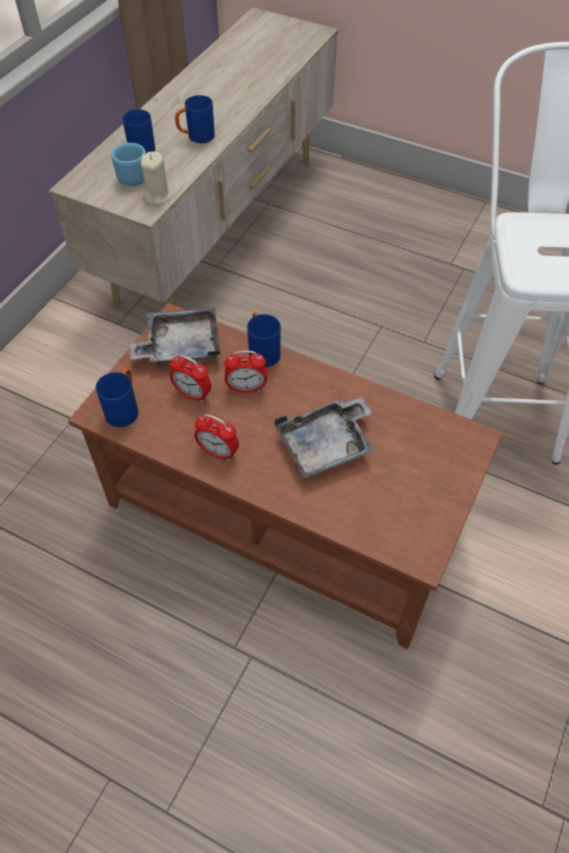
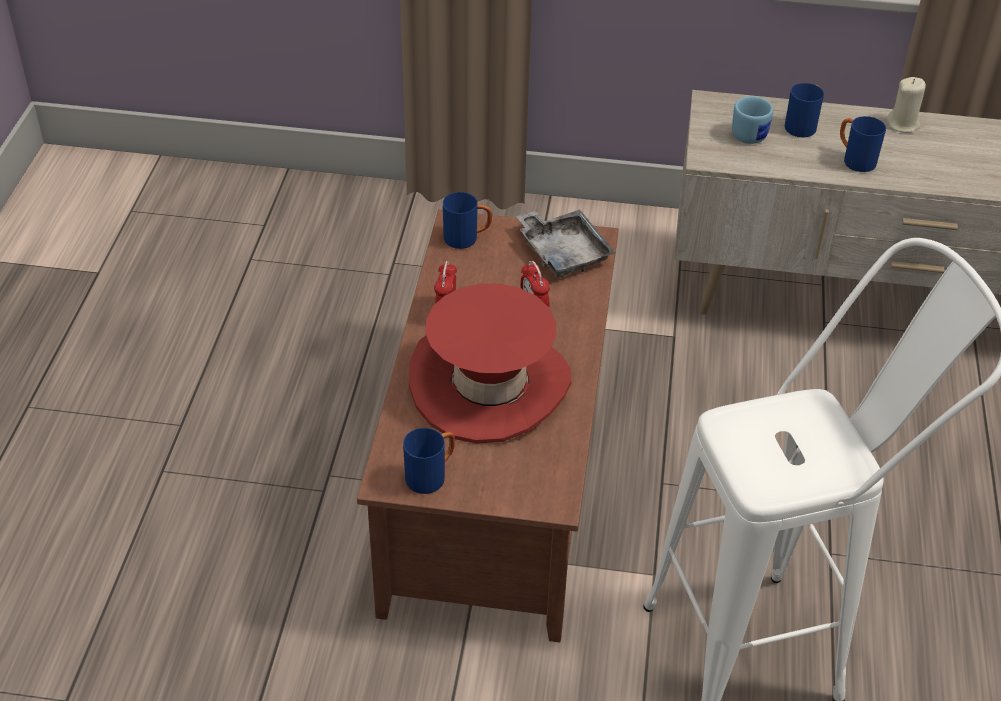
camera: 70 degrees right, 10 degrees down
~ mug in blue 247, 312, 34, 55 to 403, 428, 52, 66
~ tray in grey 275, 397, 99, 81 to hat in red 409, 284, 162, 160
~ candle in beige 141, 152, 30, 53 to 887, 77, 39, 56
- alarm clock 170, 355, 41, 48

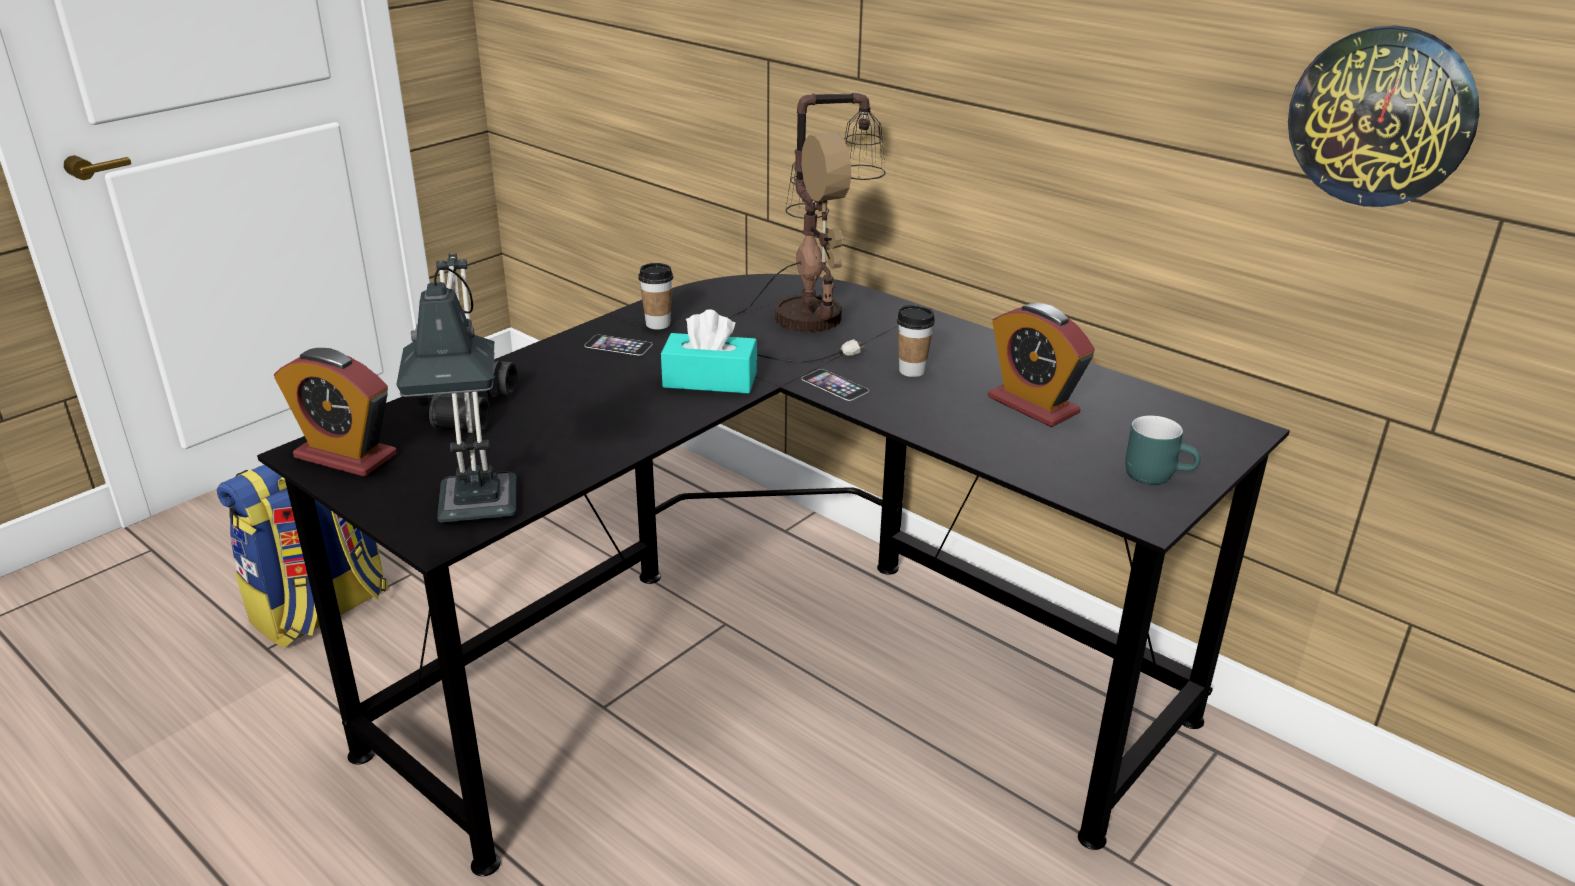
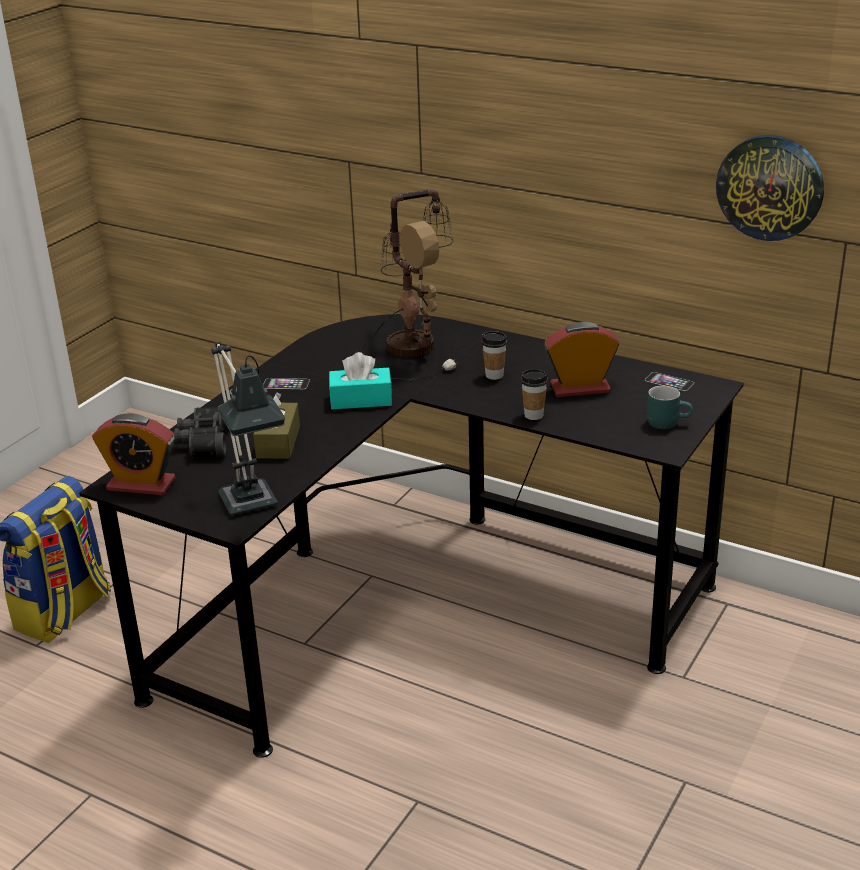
camera: 10 degrees left, 0 degrees up
+ tissue box in brown 253, 393, 47, 66
~ cup 638, 263, 36, 67 to 521, 369, 27, 51
~ alarm clock 988, 303, 107, 124 = 544, 322, 75, 75 135 degrees clockwise
~ phone 801, 369, 68, 32 to 645, 372, 49, 19

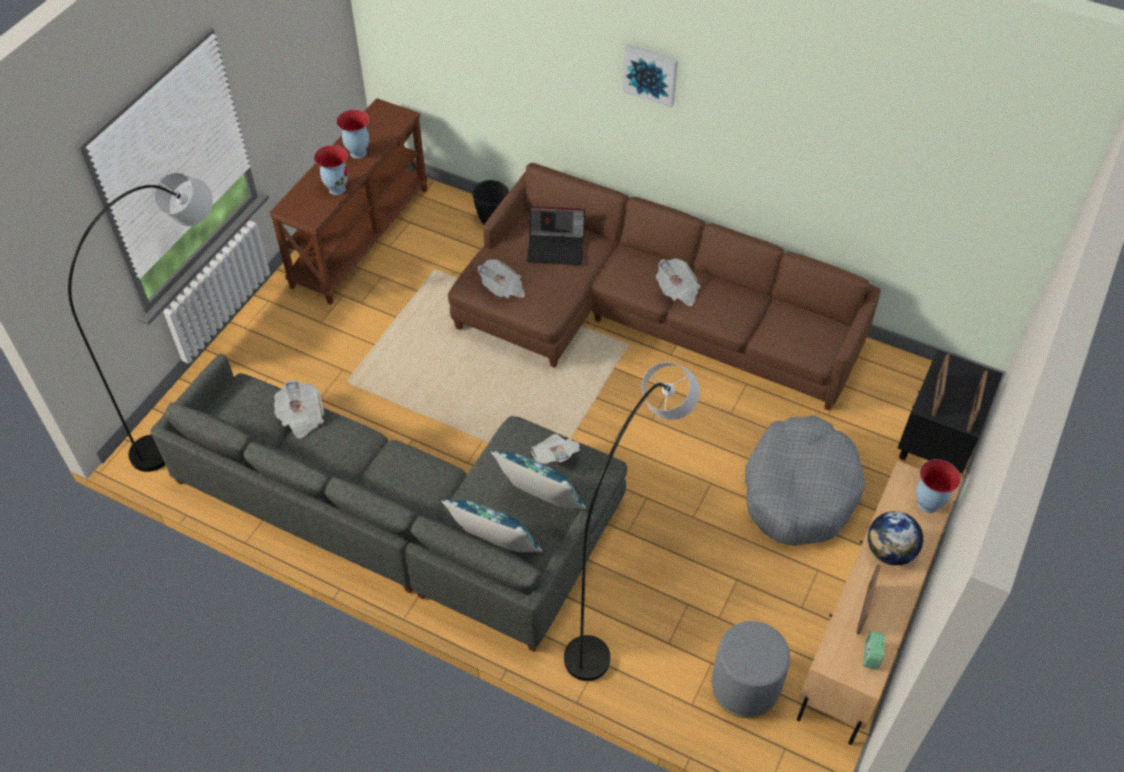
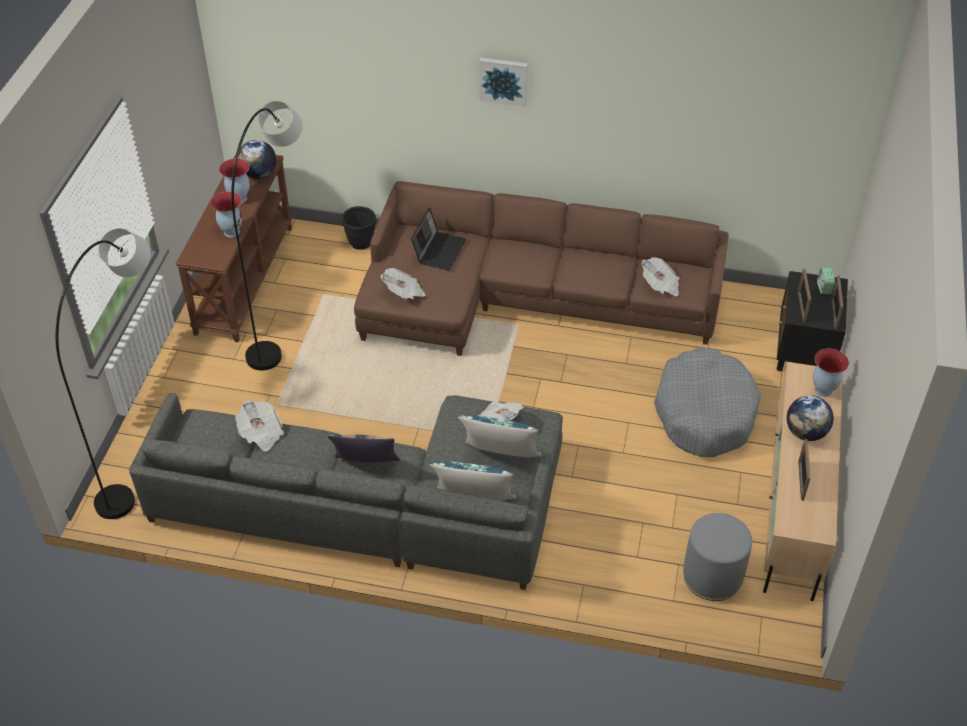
camera: 15 degrees left, 5 degrees down
~ floor lamp in grey 564, 362, 136, 319 to 231, 101, 72, 270
+ globe 238, 140, 38, 39
+ pillow 328, 435, 72, 28
~ laptop 527, 206, 58, 59 = 411, 208, 56, 63 60 degrees counterclockwise
~ newspaper 656, 258, 45, 48 to 642, 257, 37, 39
~ alarm clock 863, 631, 22, 38 to 817, 268, 18, 26

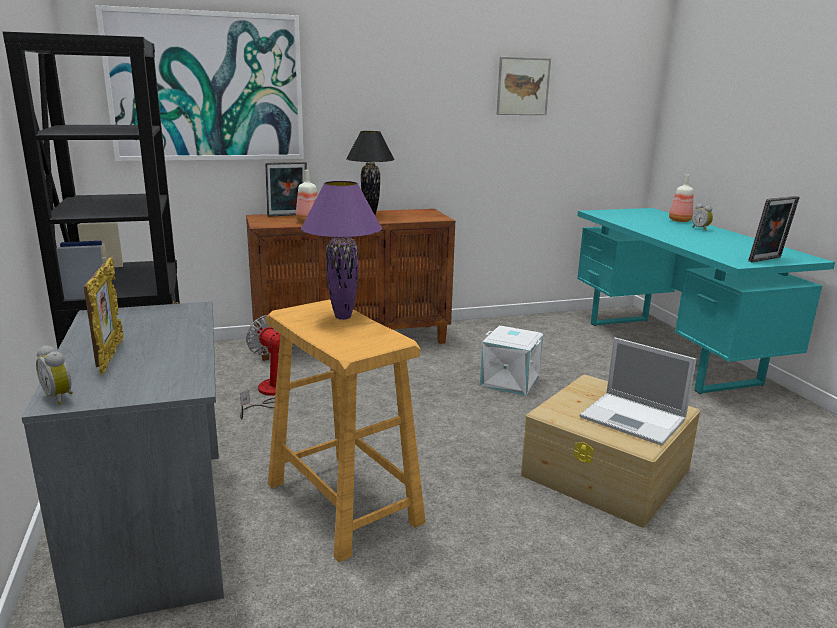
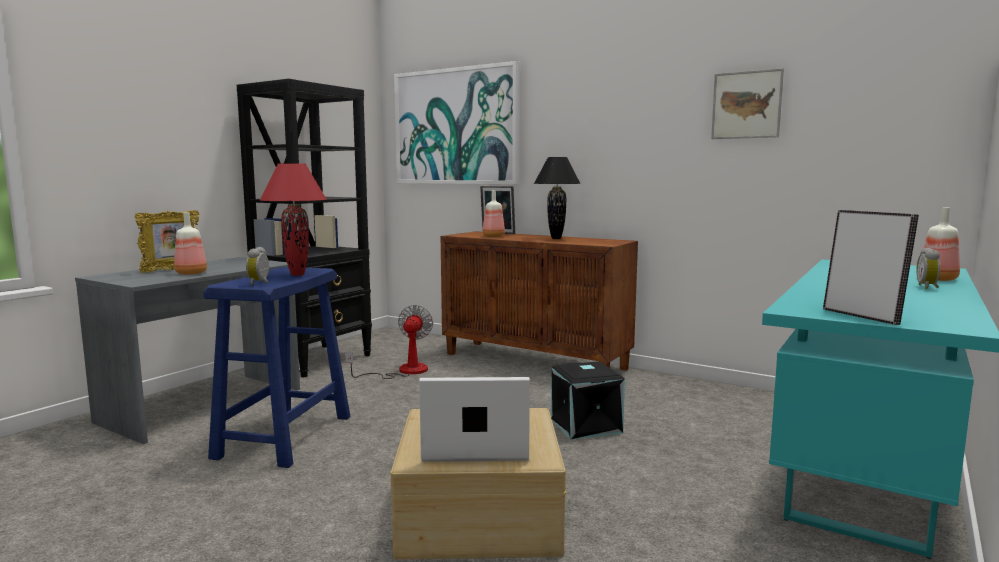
camera: 50 degrees right, 10 degrees down
+ bottle 174, 213, 33, 62
~ stool in beige 266, 300, 160, 262 to stool in blue 203, 267, 148, 201
~ alarm clock 36, 345, 37, 60 to 246, 247, 23, 38
~ table lamp in purple 301, 181, 81, 139 to table lamp in red 260, 163, 67, 113
~ laptop 580, 337, 116, 109 = 419, 377, 111, 85 90 degrees clockwise
~ storage box in white 480, 326, 63, 70 to storage box in black 551, 361, 74, 78
~ picture frame 748, 196, 52, 66 = 823, 210, 96, 115 135 degrees counterclockwise

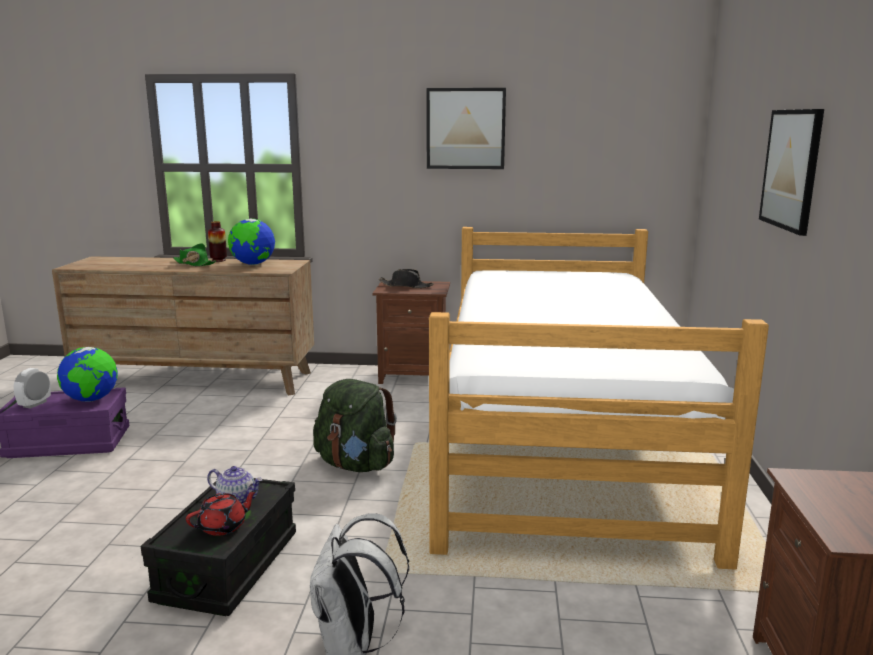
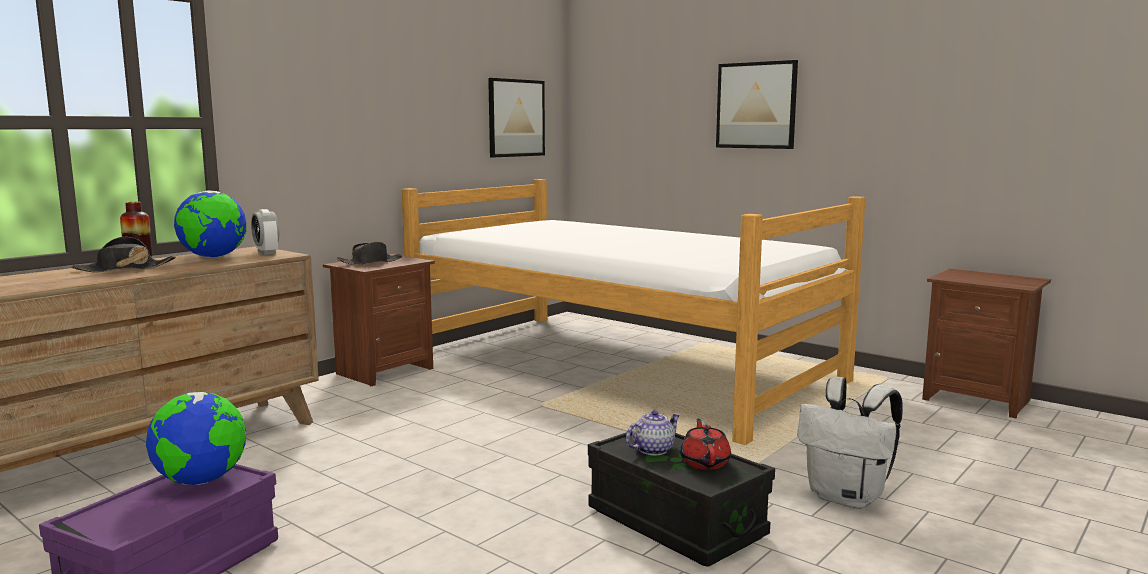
camera: 55 degrees left, 5 degrees down
~ hat in green 174, 243, 42, 24 to hat in black 71, 237, 105, 35
~ alarm clock 14, 368, 37, 41 to 251, 209, 29, 46
~ picture 426, 88, 80, 81 to 488, 78, 57, 79
- backpack in green 313, 379, 84, 93

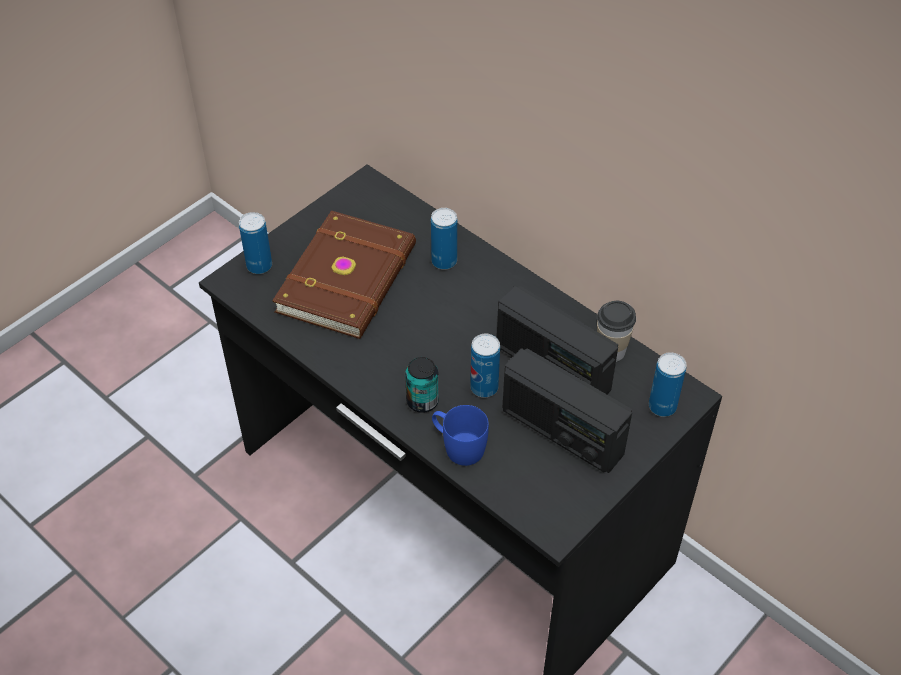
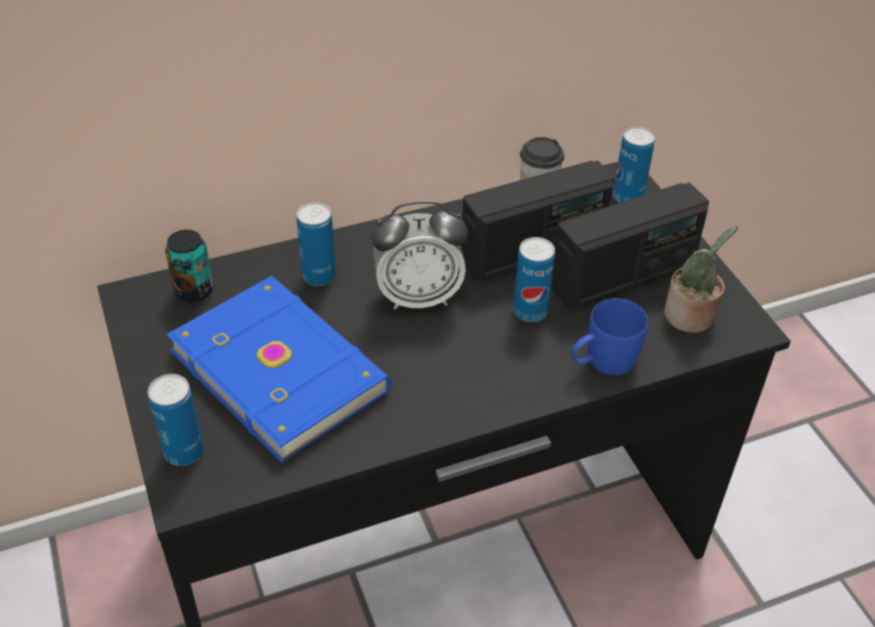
camera: 65 degrees left, 5 degrees down
~ can 405, 357, 34, 56 to 165, 230, 48, 72
~ book in brown 272, 210, 144, 129 to book in blue 166, 276, 225, 187
+ alarm clock 371, 201, 96, 109
+ potted plant 664, 225, 74, 108

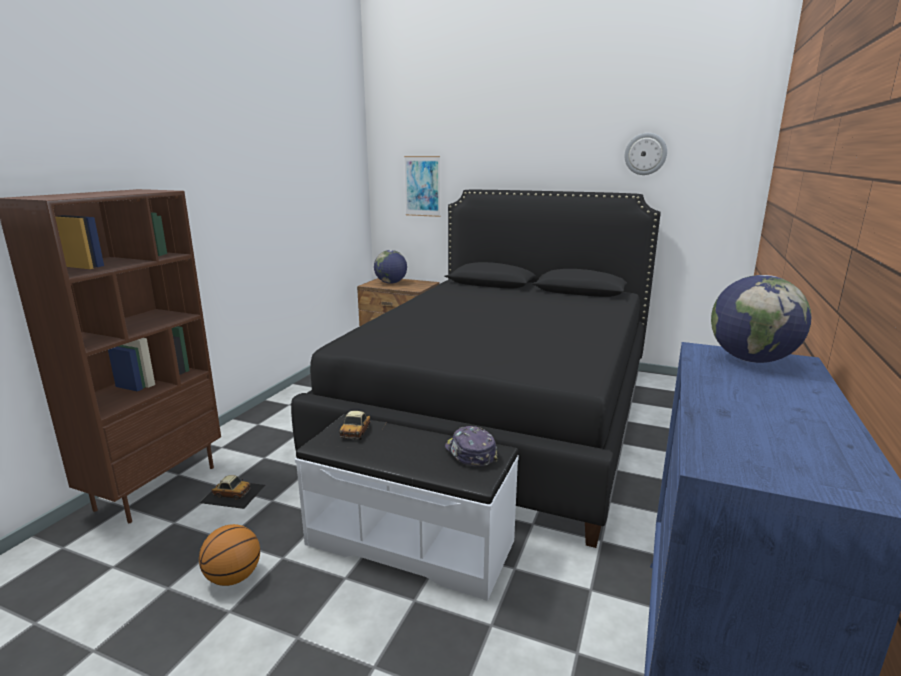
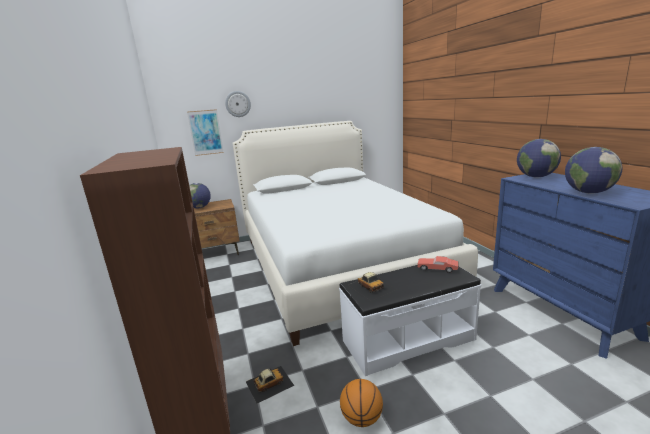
camera: 40 degrees left, 0 degrees up
~ wall clock 625, 133, 42, 42 to 225, 91, 26, 26
~ bed in black 291, 190, 370, 358 to bed in white 233, 121, 245, 225
~ cap 445, 426, 53, 41 to toy car in red 418, 256, 40, 17
+ globe 565, 147, 58, 46

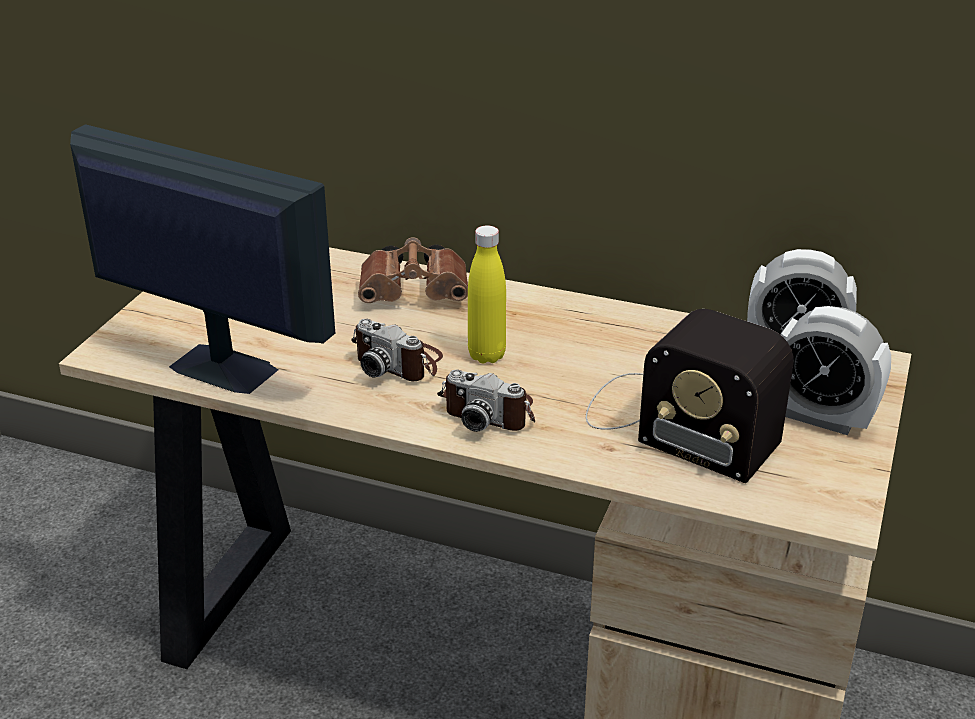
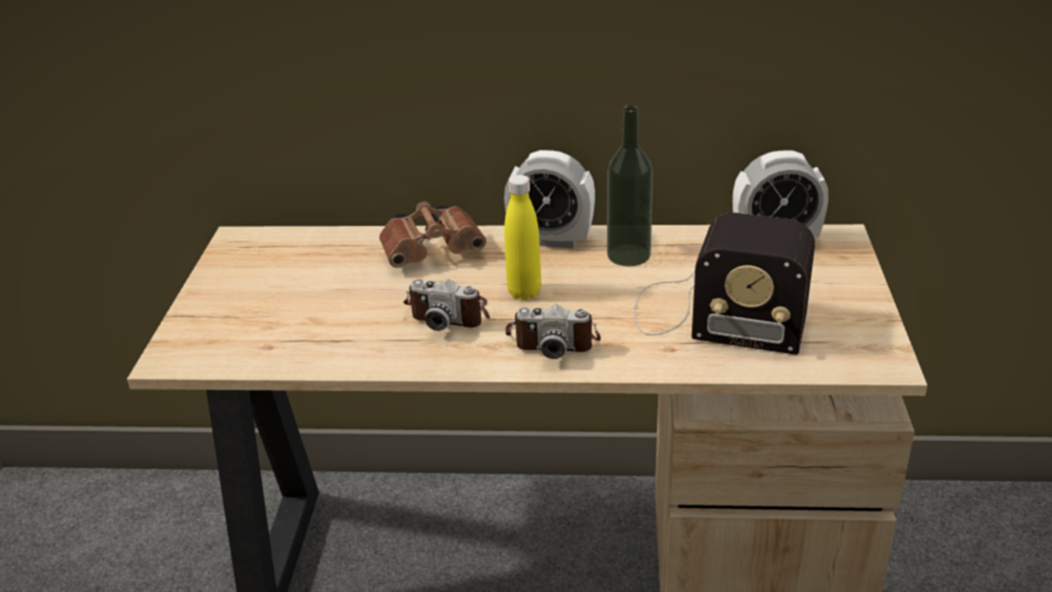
camera: 15 degrees left, 0 degrees up
~ alarm clock 780, 306, 111, 129 to 504, 150, 91, 98
+ bottle 607, 105, 46, 162
- monitor 70, 124, 265, 270

